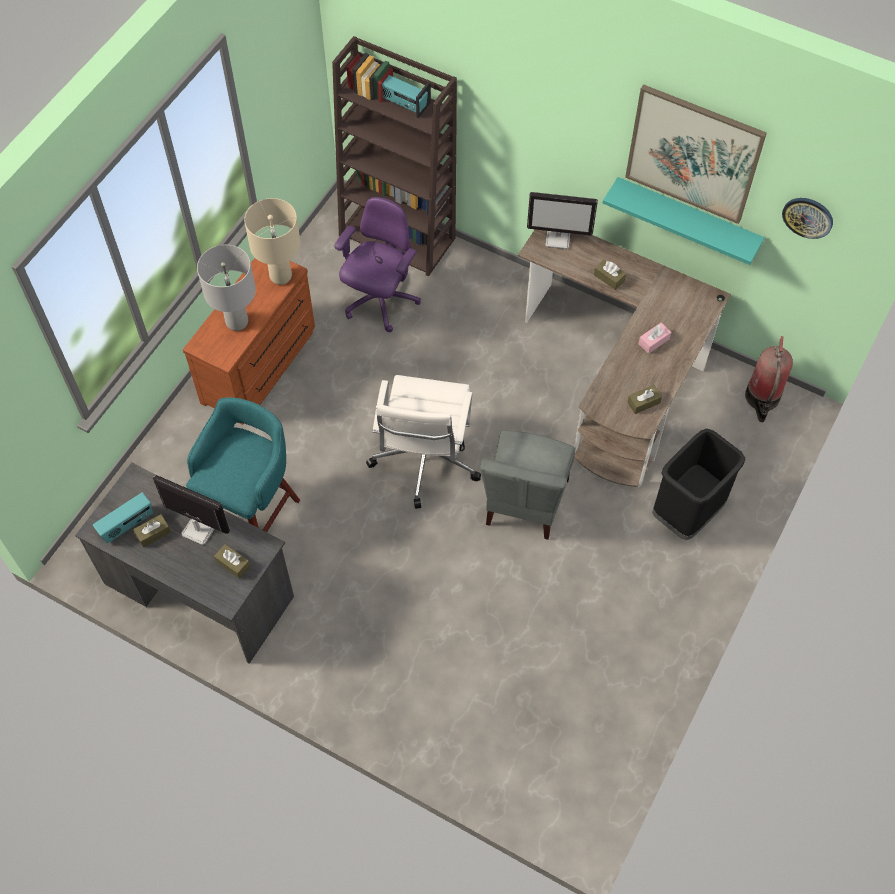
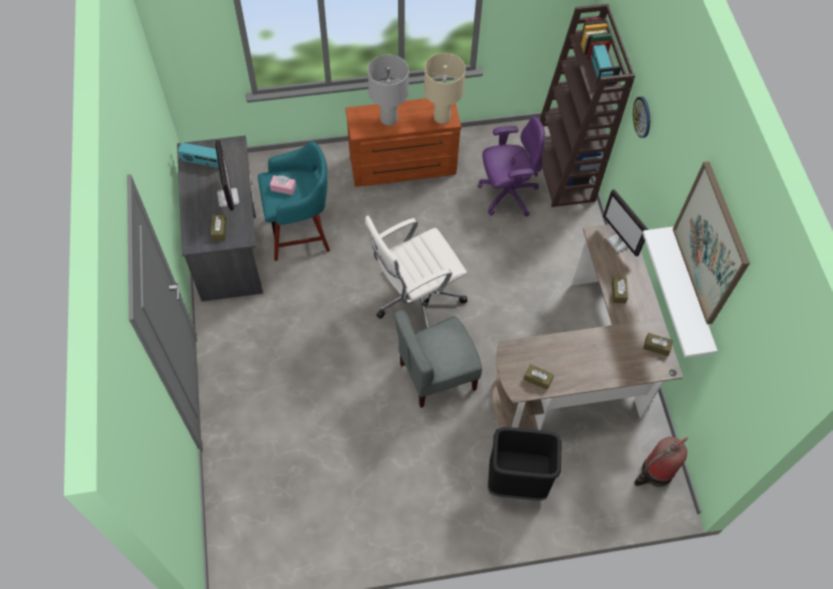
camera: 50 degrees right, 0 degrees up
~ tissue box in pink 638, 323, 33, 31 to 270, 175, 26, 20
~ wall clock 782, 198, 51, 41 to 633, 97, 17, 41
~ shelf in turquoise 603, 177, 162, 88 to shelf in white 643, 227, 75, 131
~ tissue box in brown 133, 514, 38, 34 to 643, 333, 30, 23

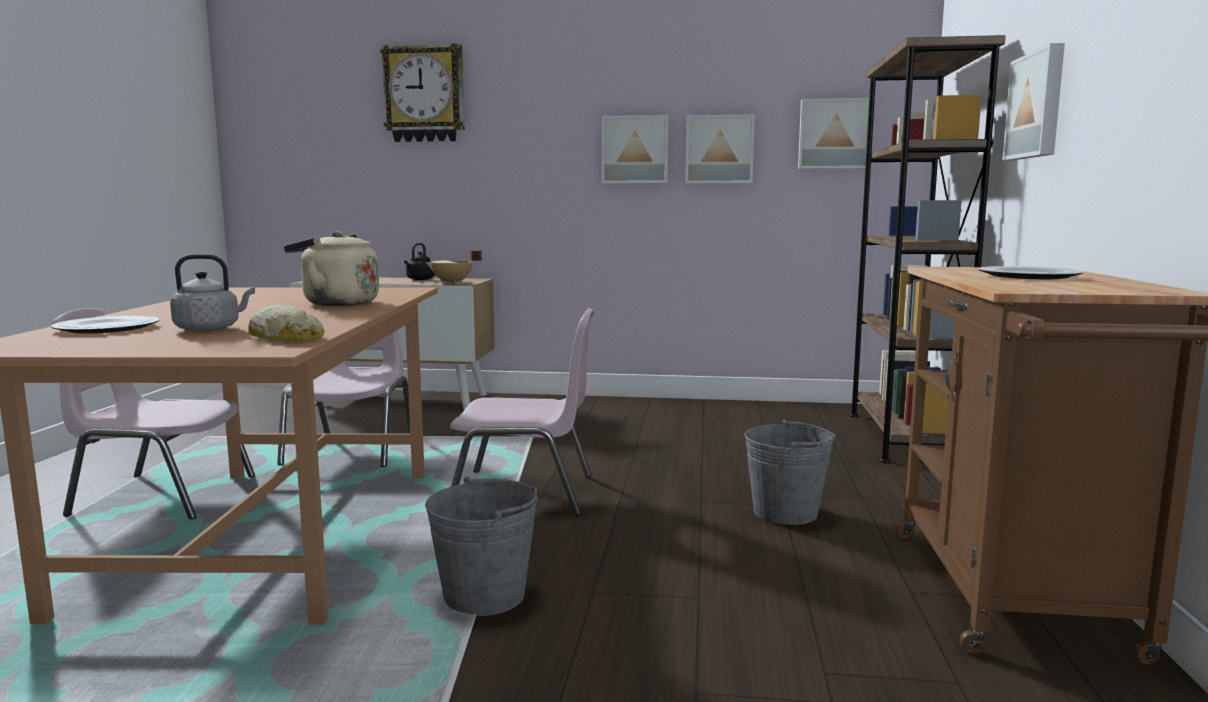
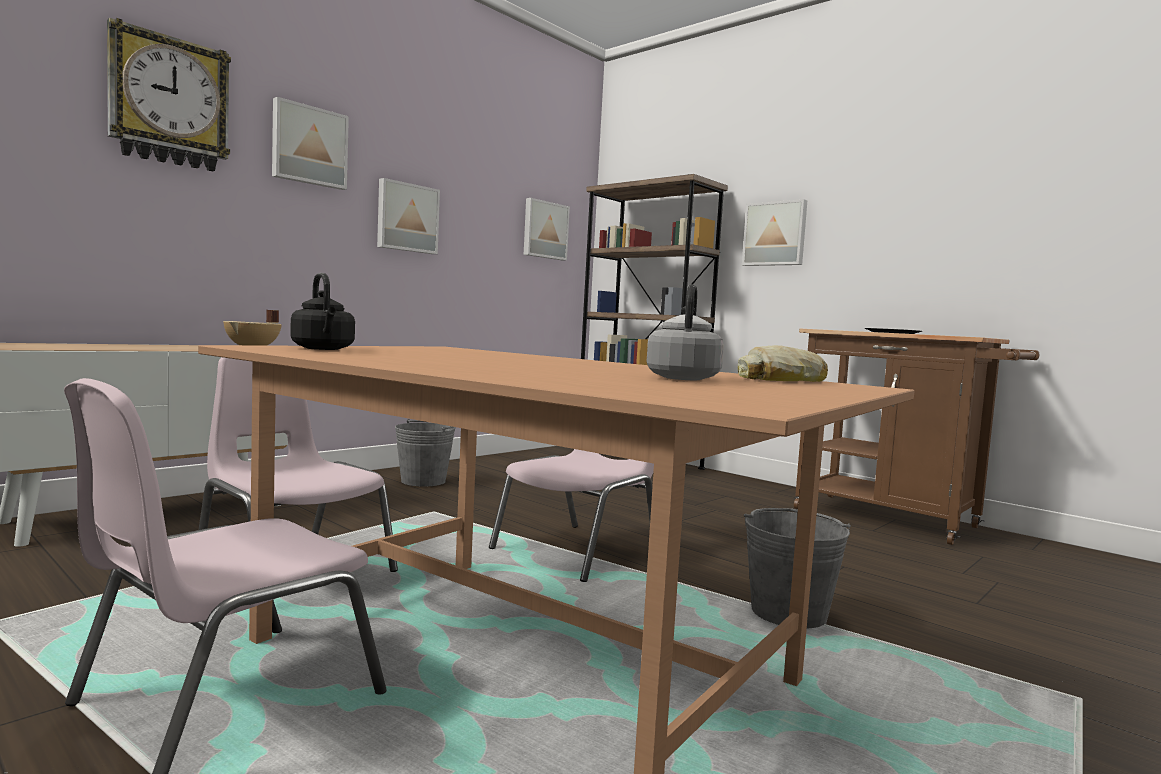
camera: 55 degrees left, 5 degrees down
~ picture 685, 114, 70, 70 to 272, 97, 77, 93
~ kettle in black 404, 243, 31, 37 to 290, 273, 65, 77
~ bucket in grey 745, 419, 90, 106 to 395, 419, 61, 68
- plate 51, 316, 109, 18
- kettle in beige 284, 231, 95, 75

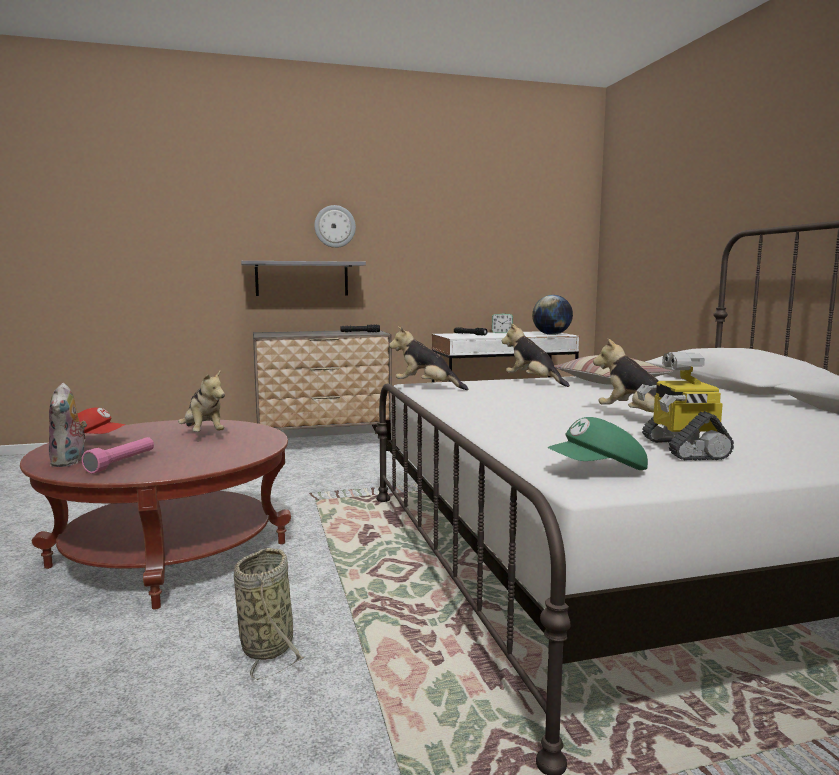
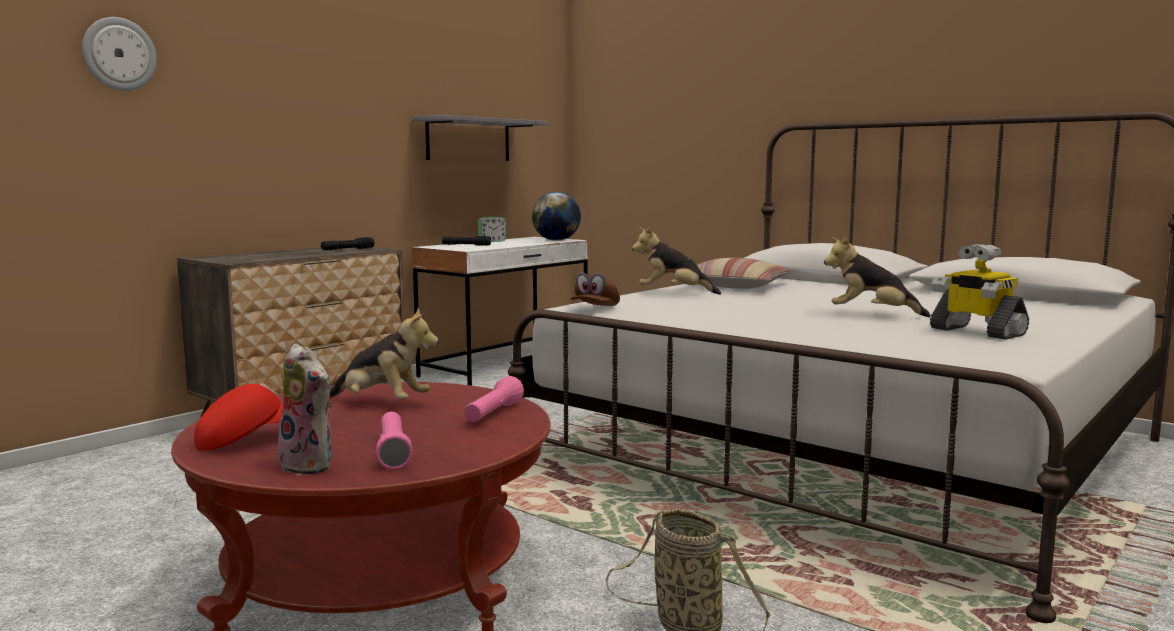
camera: 35 degrees left, 0 degrees up
~ wall clock 314, 205, 42, 43 to 82, 17, 75, 74
~ shelf in grey 241, 261, 125, 35 to 413, 115, 136, 46
+ flashlight in pink 464, 376, 60, 46
~ plush toy 389, 326, 79, 64 to cap in brown 571, 272, 49, 34
- cap in green 547, 417, 101, 53

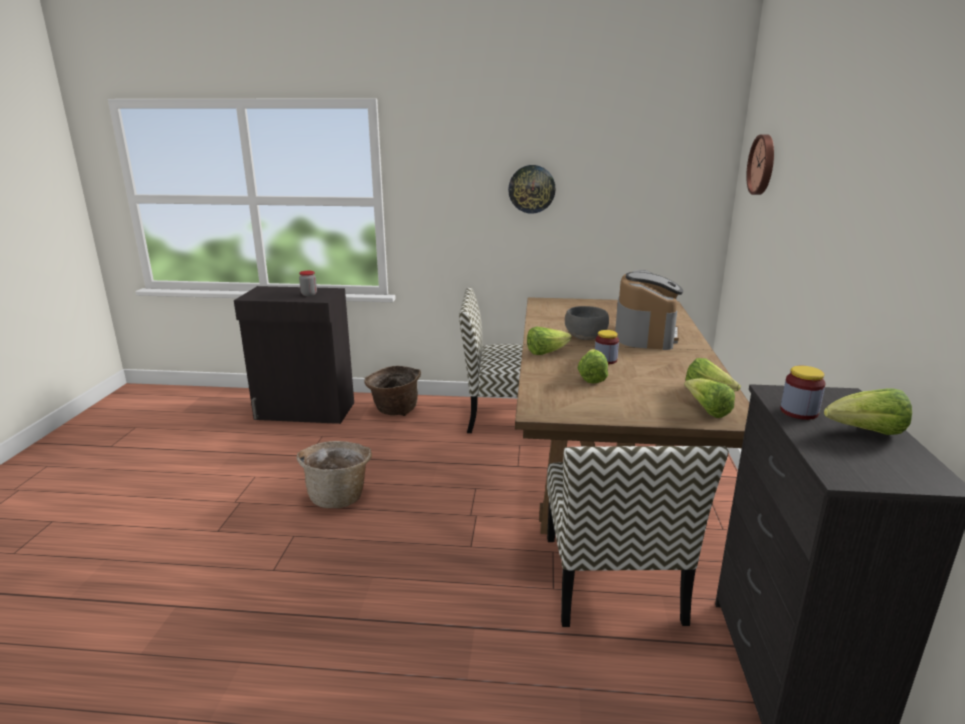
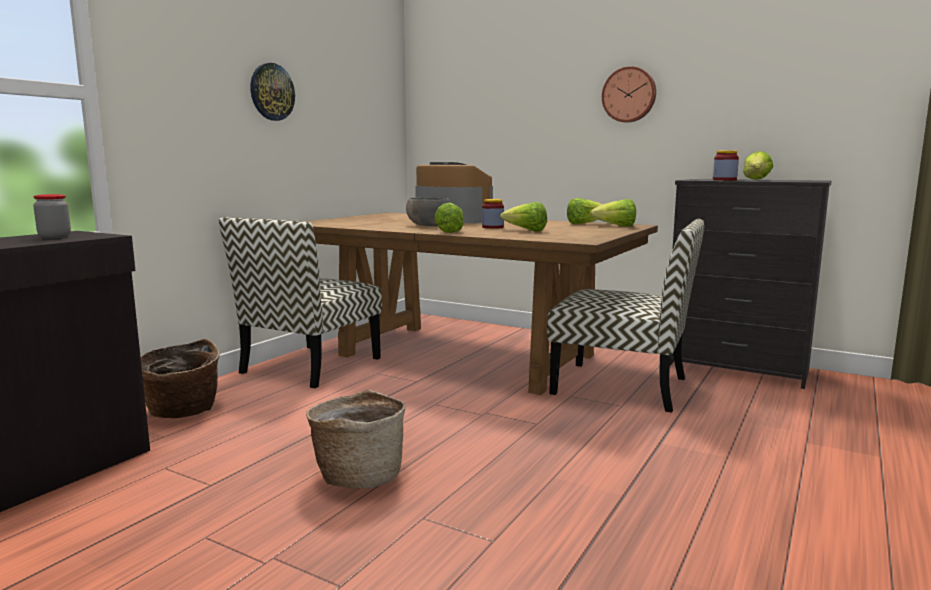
camera: 65 degrees left, 10 degrees down
~ wall clock 746, 134, 28, 61 to 602, 66, 54, 57

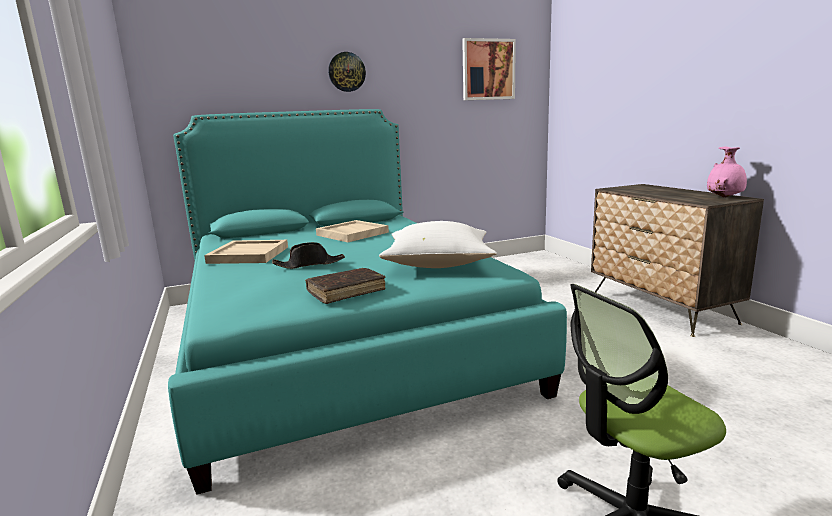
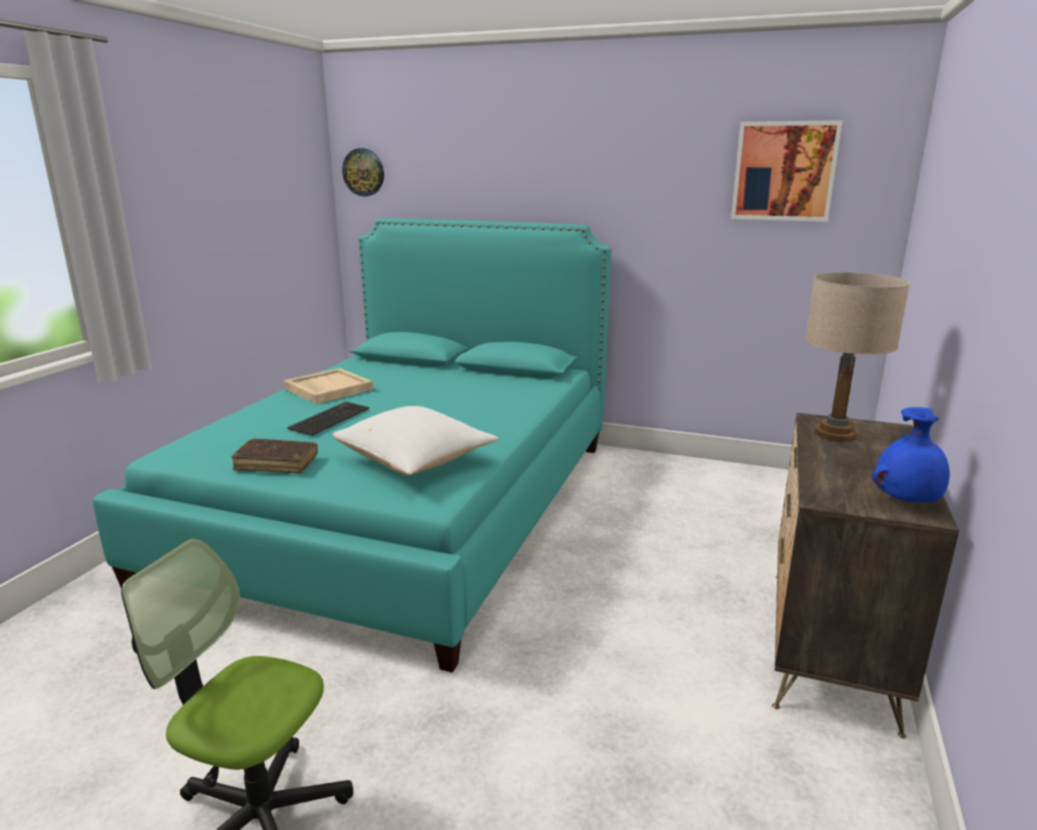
camera: 40 degrees right, 5 degrees up
~ hat in black 272, 242, 73, 27 to keyboard 287, 402, 82, 34
~ wall clock 328, 52, 38, 40 to 342, 148, 42, 48
+ table lamp in beige 805, 272, 105, 170
~ vase in pink 707, 147, 40, 50 to vase in blue 872, 407, 78, 95
- tray in beige 316, 220, 73, 22

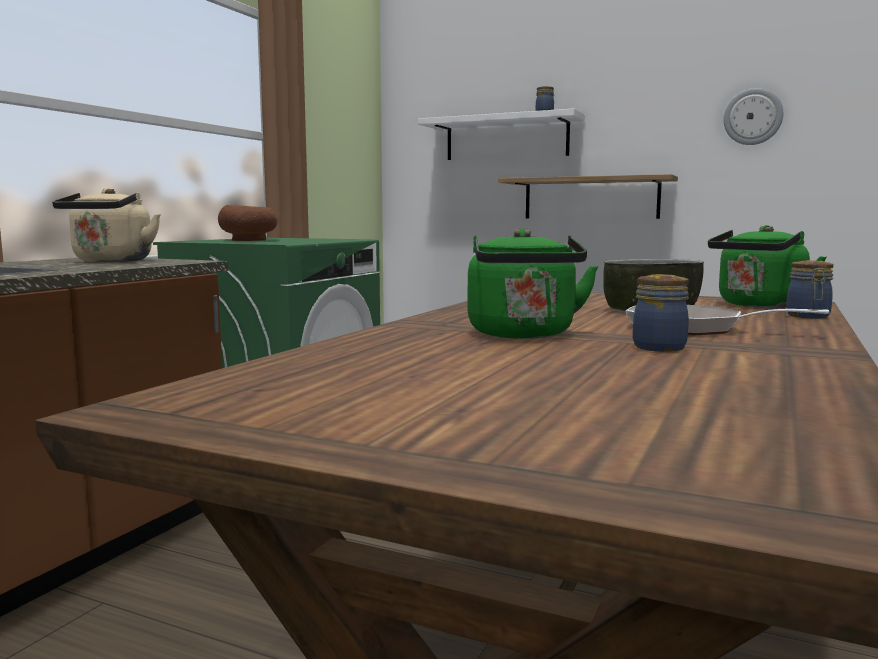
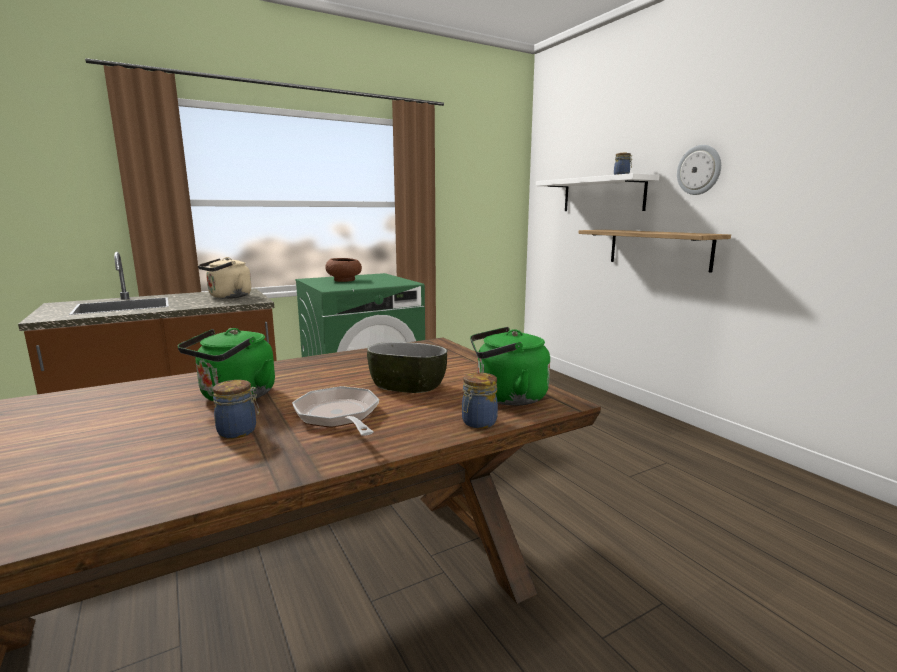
camera: 35 degrees right, 5 degrees up
~ wall clock 723, 88, 60, 57 to 677, 145, 44, 50

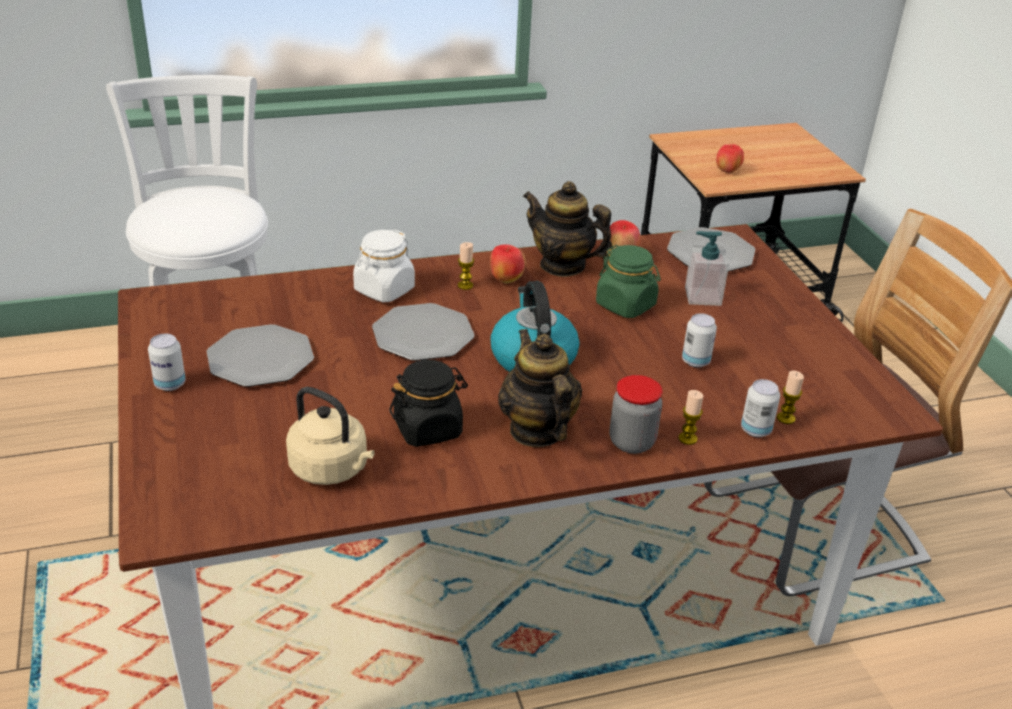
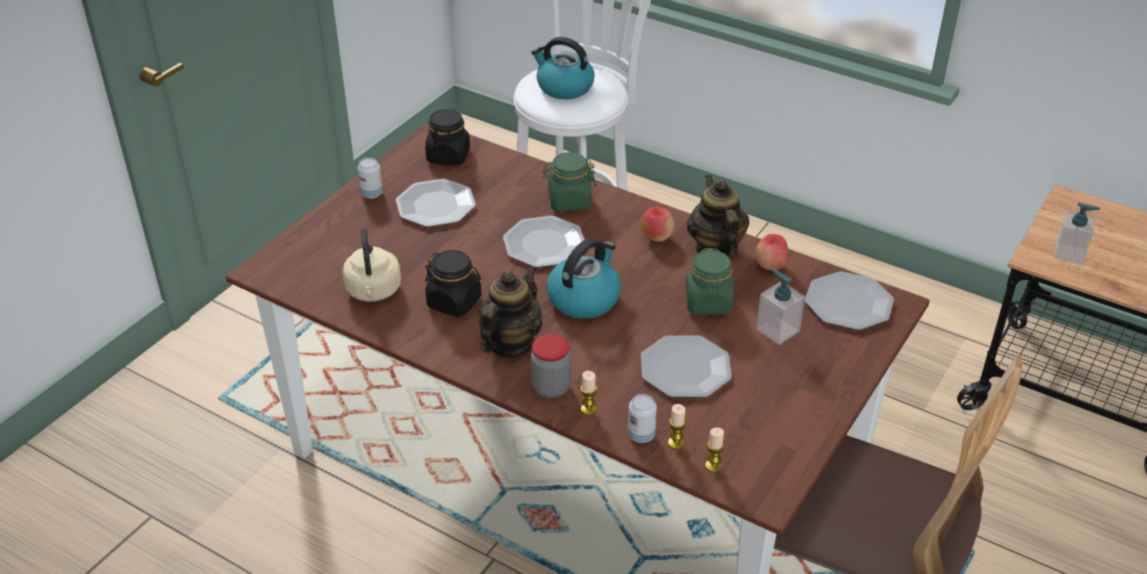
camera: 50 degrees right, 5 degrees up
+ jar in black 425, 109, 45, 56
+ kettle 531, 37, 64, 62
~ jar in white 353, 229, 62, 73 to jar in green 542, 152, 55, 59
~ can 682, 313, 35, 54 to plate 641, 336, 91, 61
~ candle 458, 242, 16, 48 to 705, 427, 19, 45
~ apple 716, 144, 28, 29 to soap dispenser 1054, 203, 46, 62

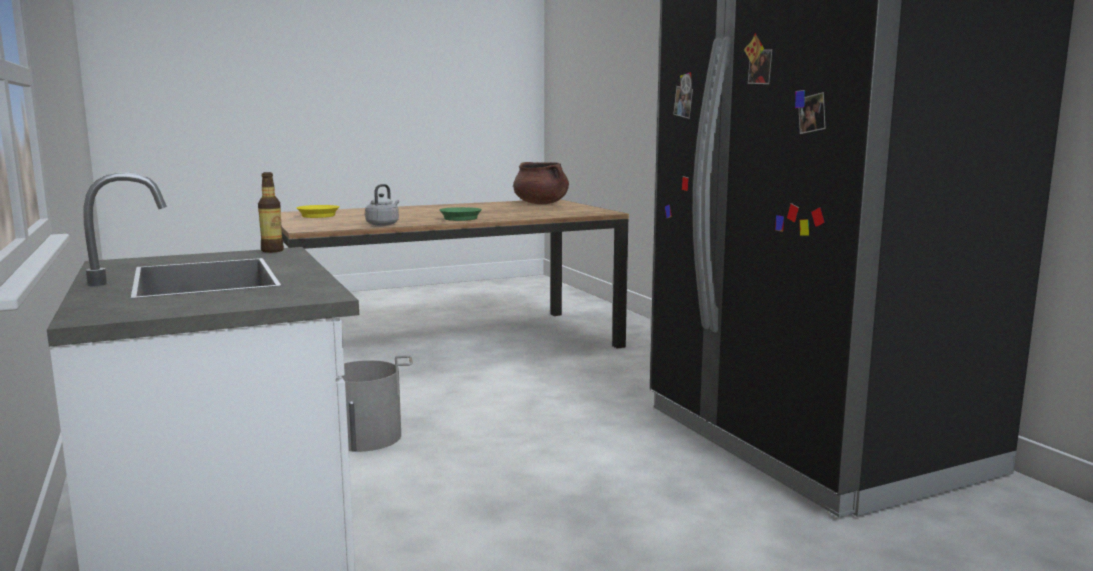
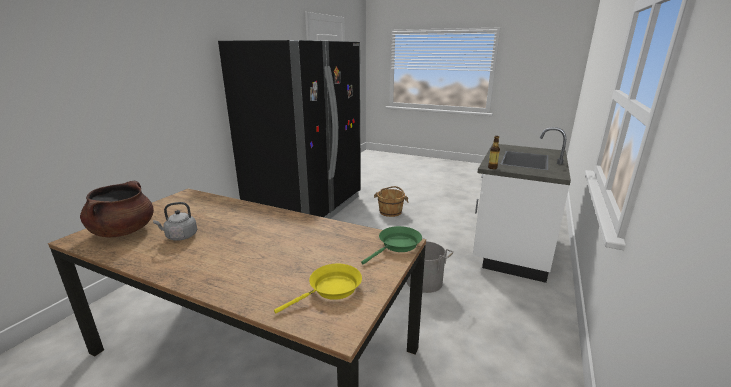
camera: 130 degrees left, 10 degrees up
~ kettle in grey 365, 184, 34, 42 to 153, 202, 44, 39
~ frying pan in green 439, 207, 43, 14 to 361, 226, 61, 38
+ bucket in brown 374, 186, 34, 31

